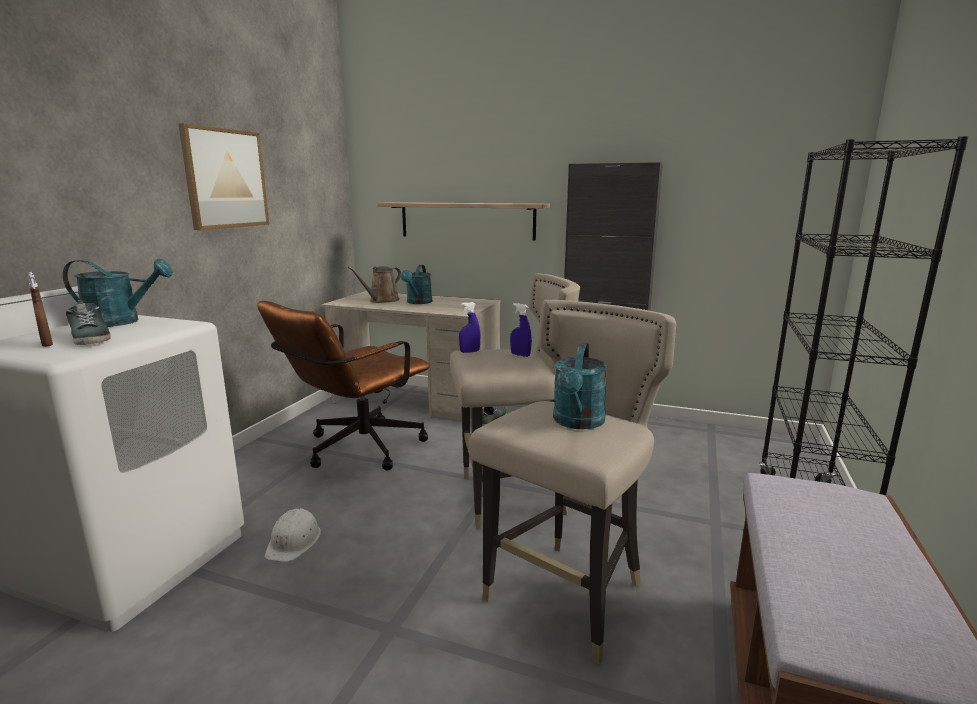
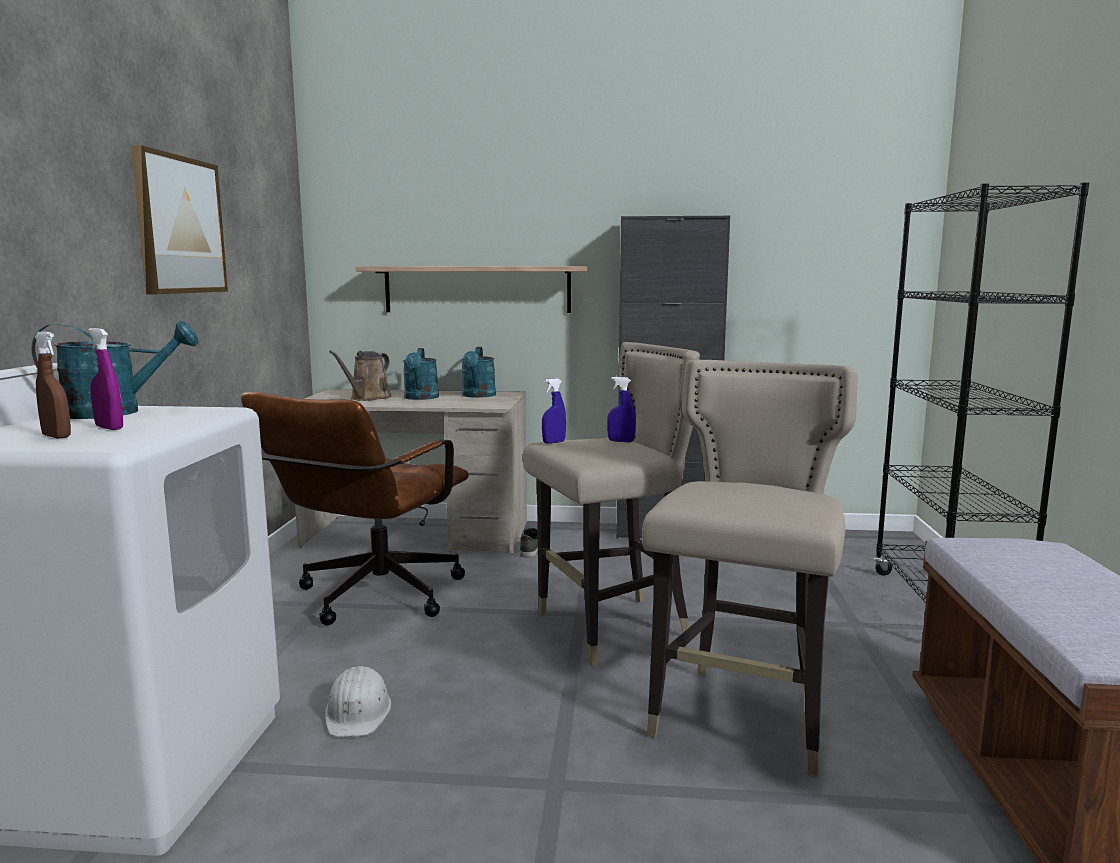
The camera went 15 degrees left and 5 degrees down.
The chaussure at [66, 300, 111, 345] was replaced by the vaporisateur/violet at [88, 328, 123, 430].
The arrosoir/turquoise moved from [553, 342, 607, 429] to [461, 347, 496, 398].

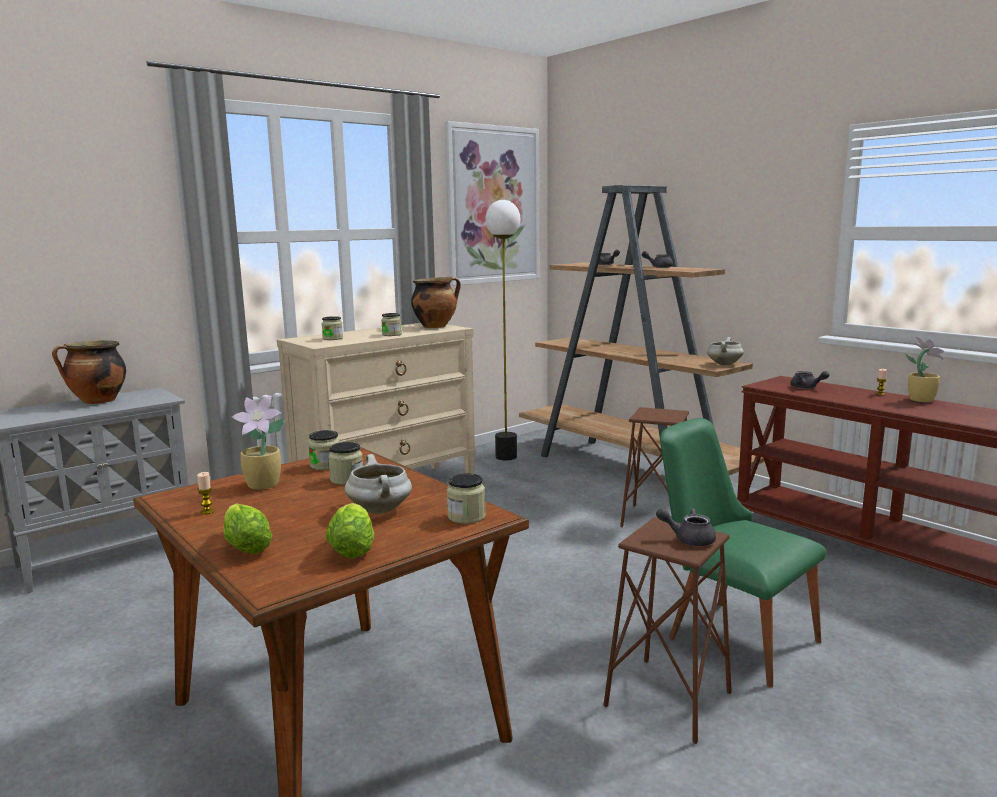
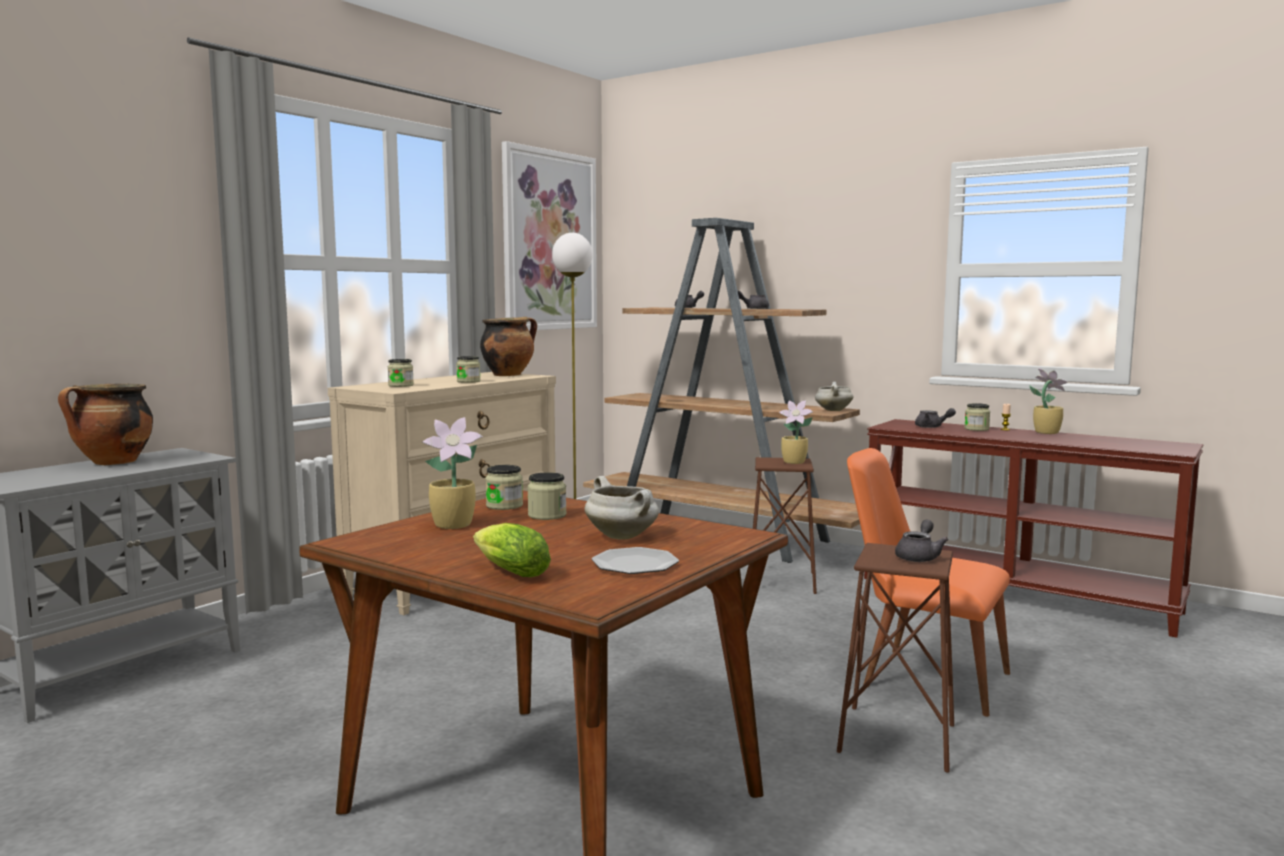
The camera went 15 degrees left and 5 degrees down.
The chaise/vert at [660, 418, 826, 688] became the chaise/orange at [847, 448, 1010, 717].
The bougie at [197, 472, 215, 515] disappeared.
The bocal moved from [447, 473, 486, 524] to [964, 403, 990, 431].
The laitue at [326, 503, 374, 559] was replaced by the assiette at [592, 547, 679, 574].
The théière/gris at [656, 508, 716, 546] turned 120 degrees clockwise.
The plante en pot at [779, 400, 813, 464] appeared.

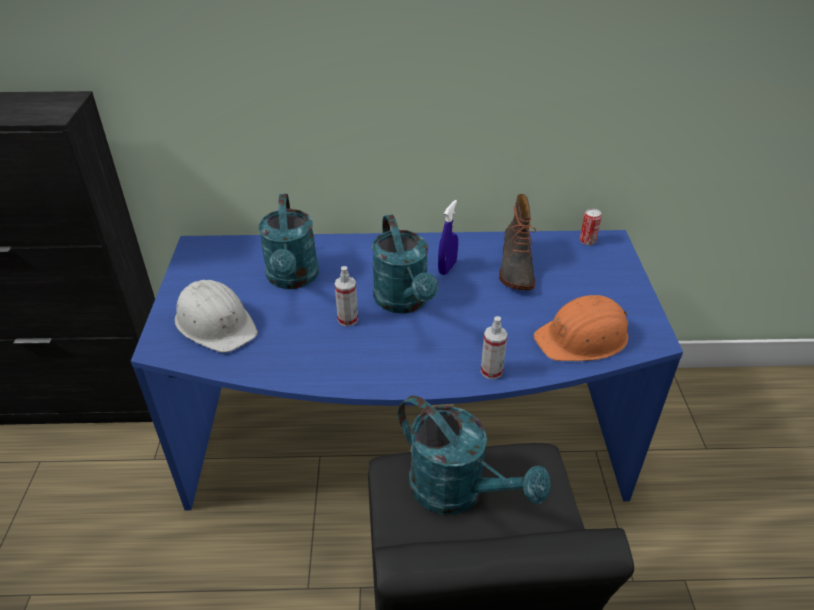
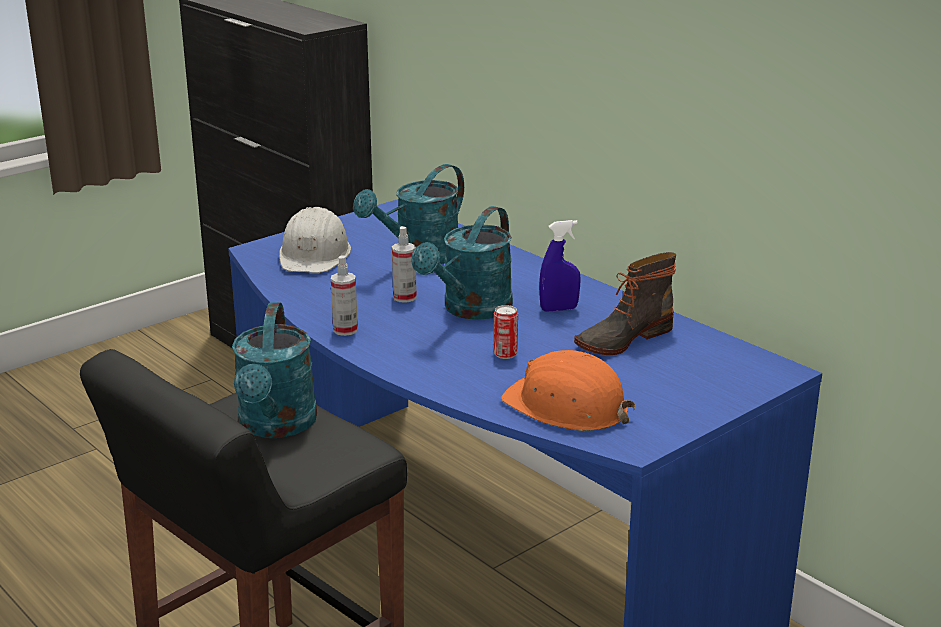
The camera went 50 degrees right and 15 degrees down.
The boîte métallique moved from [580, 208, 602, 245] to [493, 305, 518, 359].
The vaporisateur moved from [481, 316, 508, 379] to [331, 255, 358, 336].

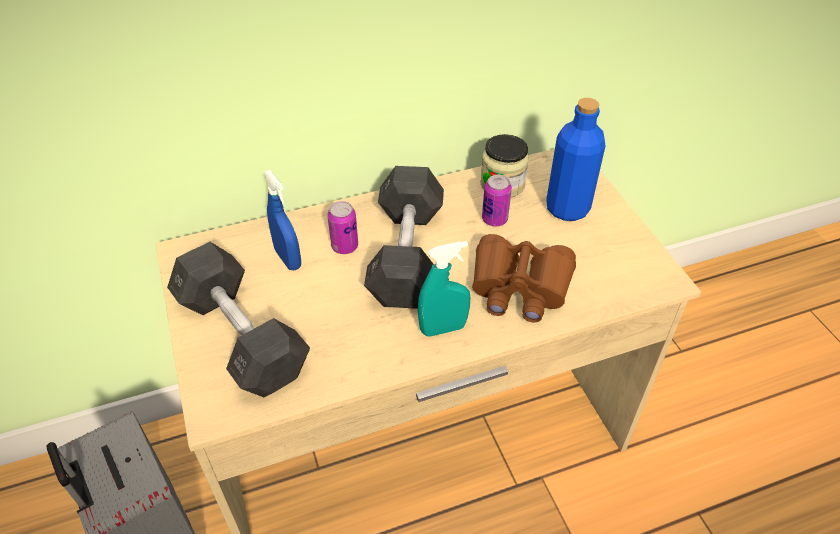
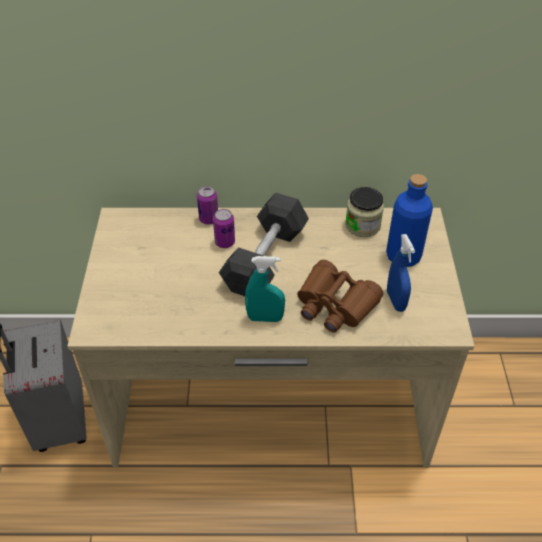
The camera went 20 degrees right and 0 degrees up.
The vaporisateur/bleu moved from [264, 170, 301, 270] to [387, 234, 415, 312].
The boîte métallique moved from [482, 175, 512, 227] to [197, 186, 218, 225].
The haltère/gris at [167, 242, 310, 397] disappeared.

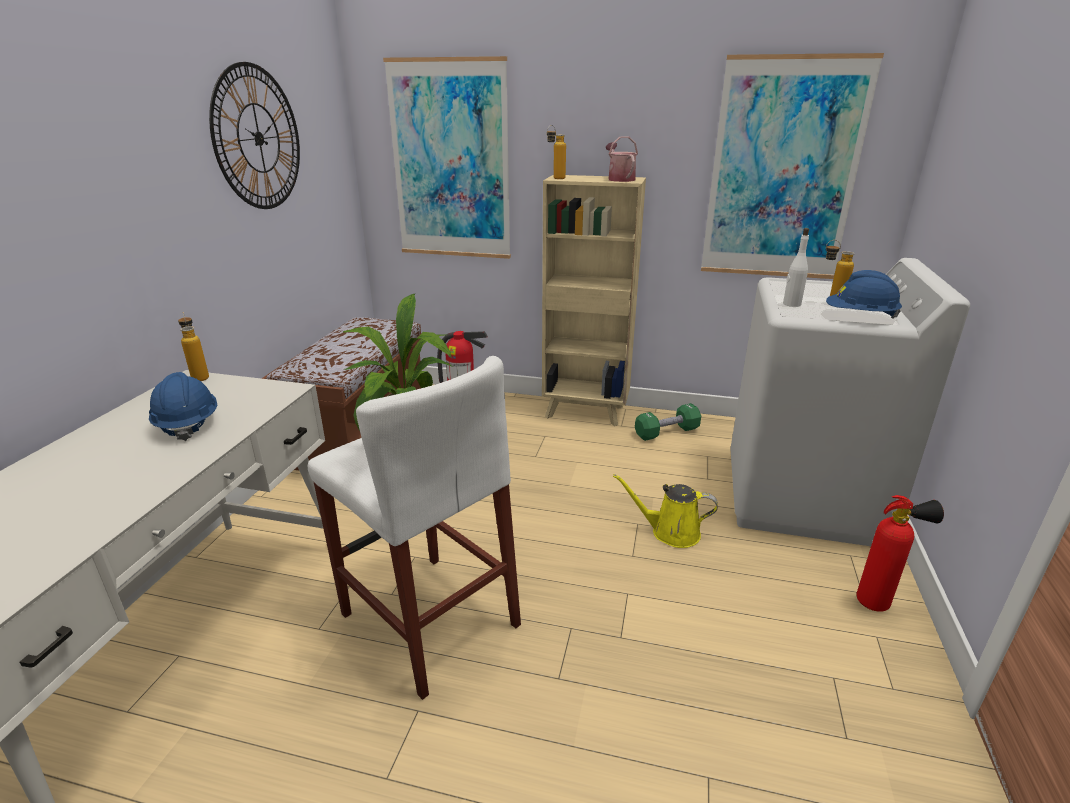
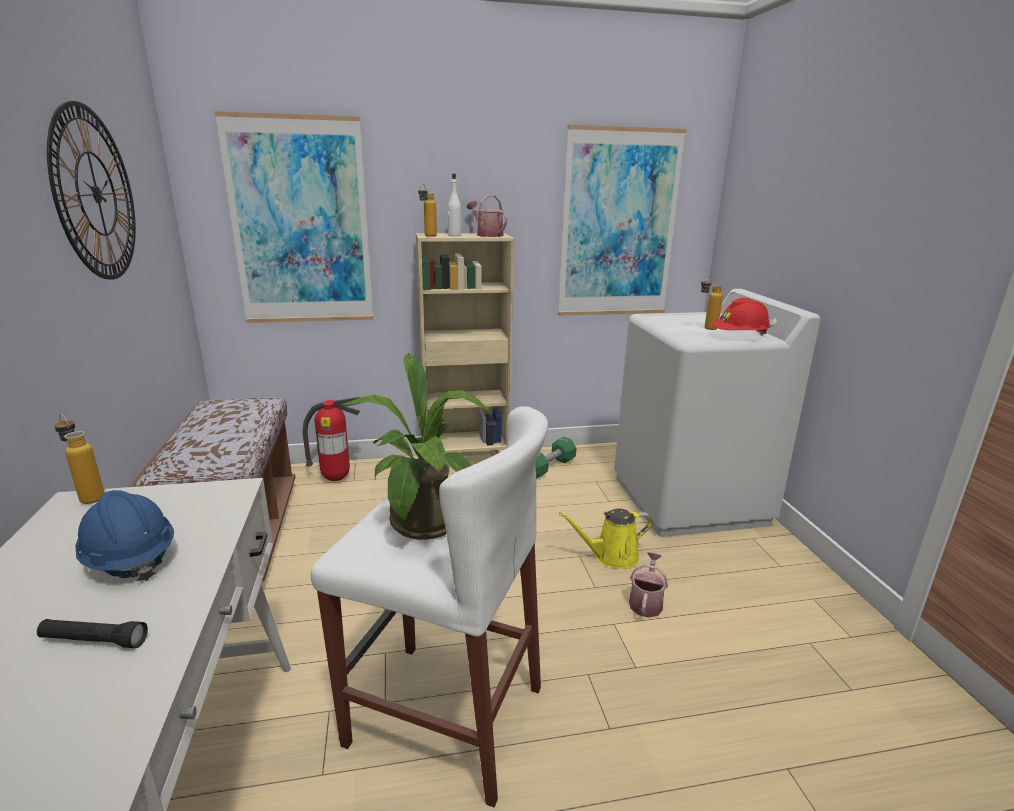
The camera went 25 degrees left and 5 degrees down.
The bouteille/blanc moved from [783, 228, 809, 307] to [447, 174, 461, 236].
The casque de chantier/bleu at [826, 270, 902, 319] became the casque de chantier/rouge at [712, 298, 771, 336].
The extincteur at [857, 495, 944, 612] disappeared.
The arrosoir at [629, 552, 668, 618] appeared.
The lampe de poche/noir at [37, 619, 148, 648] appeared.

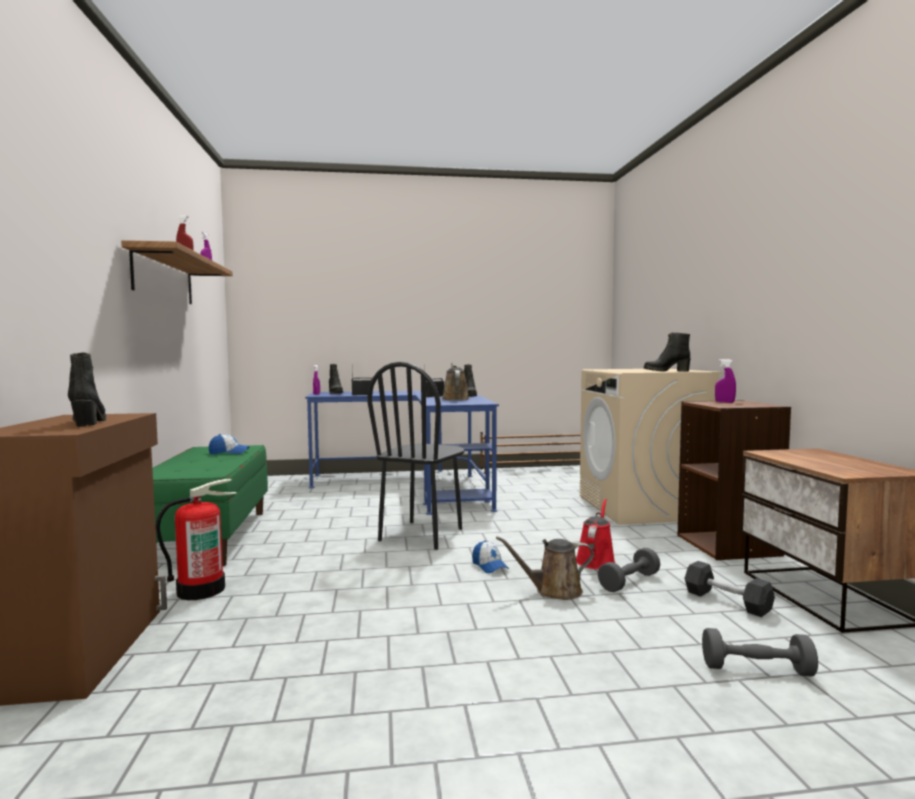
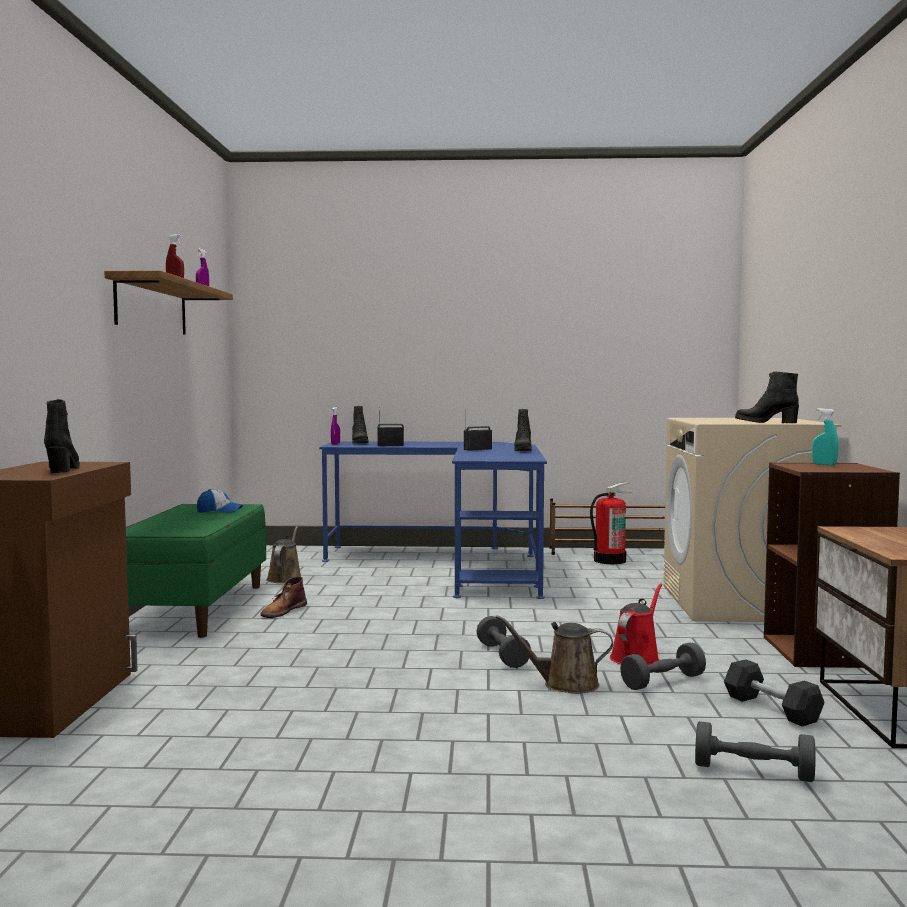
The camera went 10 degrees right and 0 degrees up.
The vaporisateur/violet at [715, 359, 736, 403] became the vaporisateur/turquoise at [812, 408, 838, 466].
The chaise/noir at [367, 362, 464, 550] disappeared.
The arrosoir/marron moved from [442, 363, 469, 400] to [266, 526, 301, 583].
The extincteur moved from [156, 479, 237, 600] to [590, 482, 630, 564].
The casquette at [472, 540, 509, 573] was replaced by the haltère/gris at [476, 616, 531, 668].
The botte/marron at [260, 576, 307, 618] appeared.

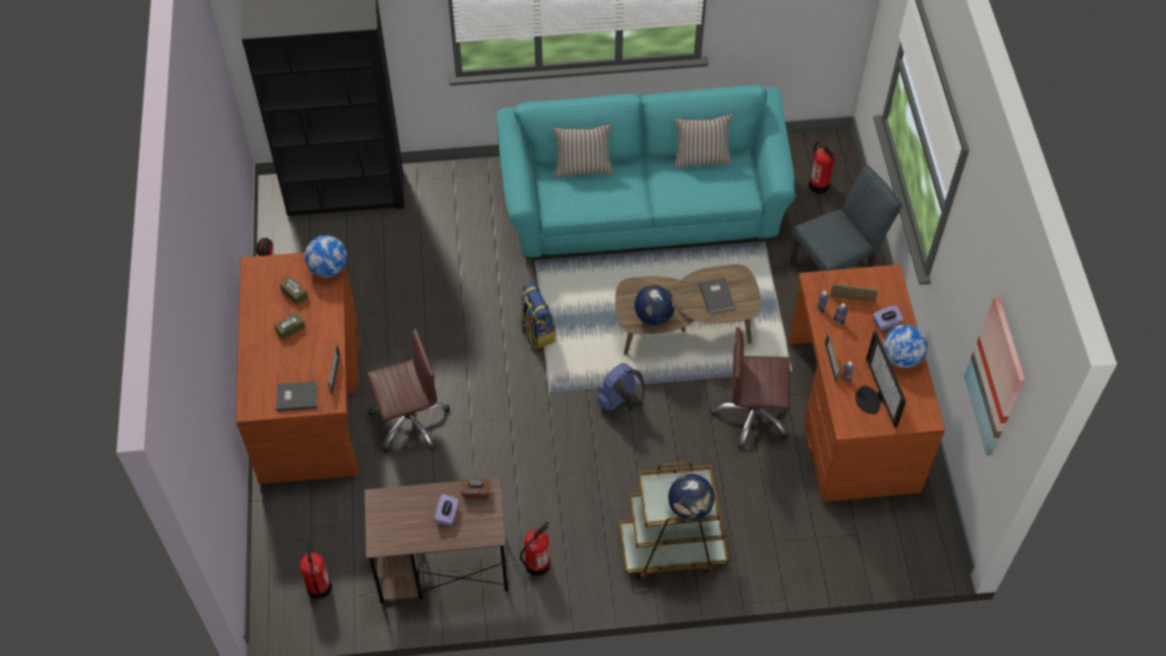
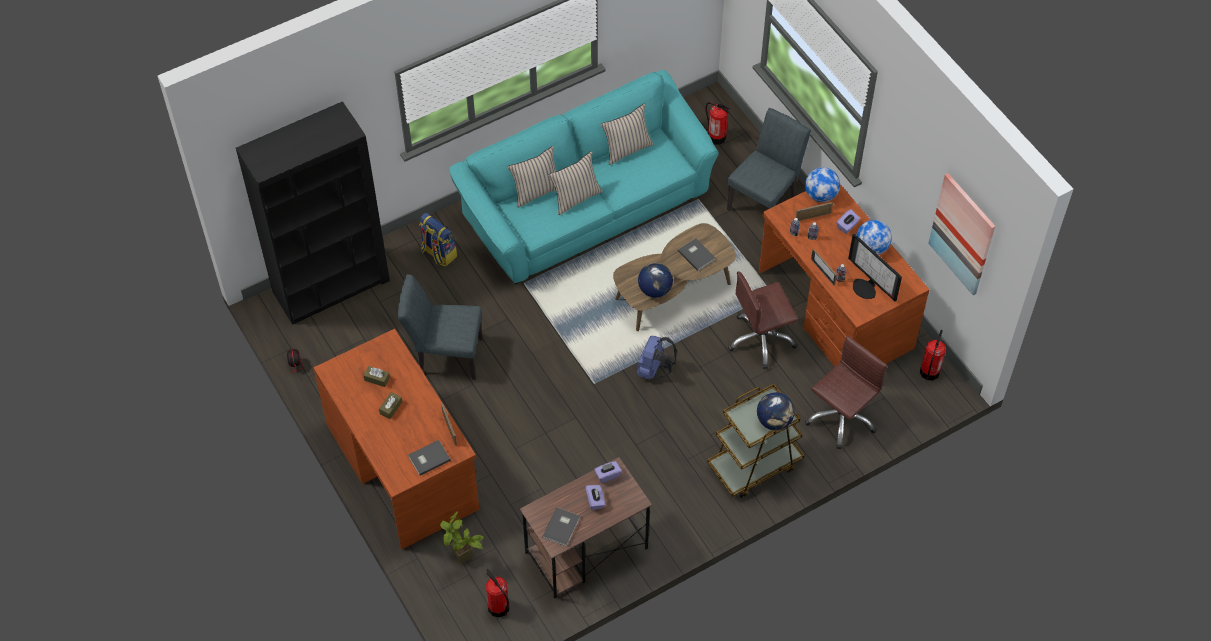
The camera went 25 degrees left and 0 degrees up.
The globe moved from [305, 235, 347, 277] to [805, 167, 840, 202].
The sac à dos moved from [519, 282, 556, 349] to [419, 213, 457, 267].
The chaise de bureau/marron moved from [366, 329, 450, 453] to [805, 336, 887, 449].
The boîte à mouchoirs/marron at [461, 479, 491, 500] became the boîte à mouchoirs/violet at [594, 461, 622, 483].
The extincteur moved from [520, 521, 550, 576] to [920, 330, 946, 380].
The coussin/beige at [548, 151, 603, 215] appeared.
The chaise/gris at [398, 275, 483, 380] appeared.
The livre/gris at [542, 507, 580, 547] appeared.
The plante en pot at [440, 511, 484, 564] appeared.

